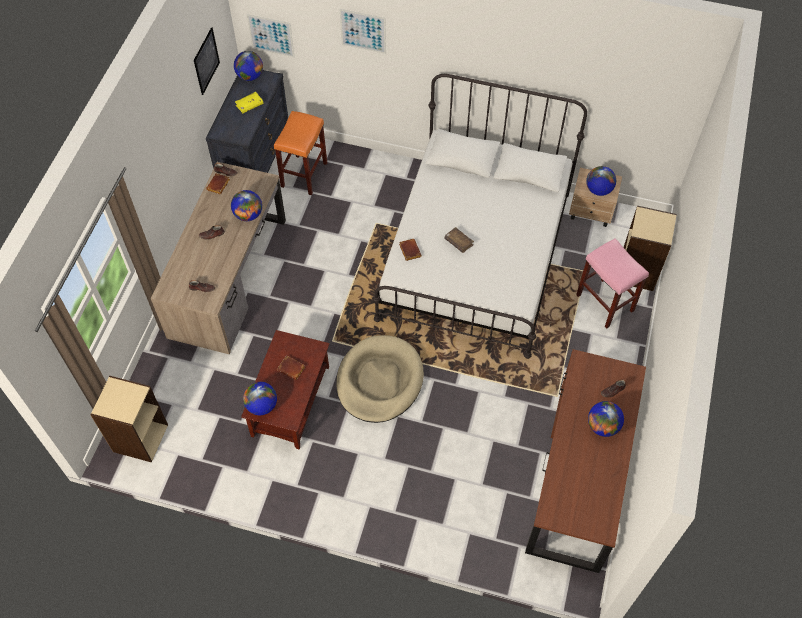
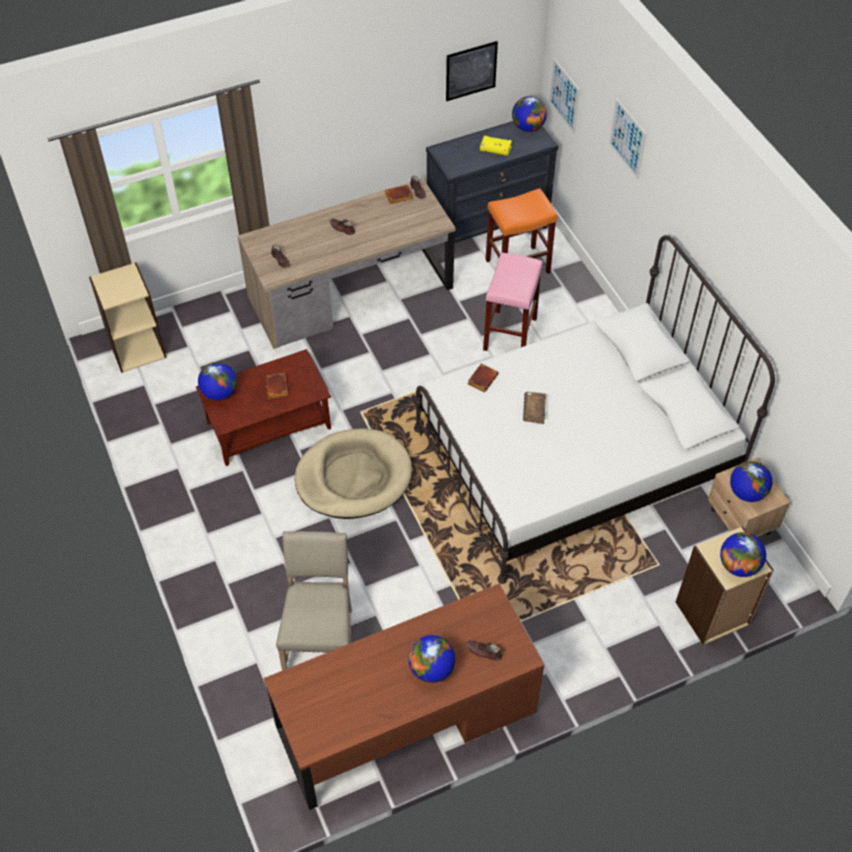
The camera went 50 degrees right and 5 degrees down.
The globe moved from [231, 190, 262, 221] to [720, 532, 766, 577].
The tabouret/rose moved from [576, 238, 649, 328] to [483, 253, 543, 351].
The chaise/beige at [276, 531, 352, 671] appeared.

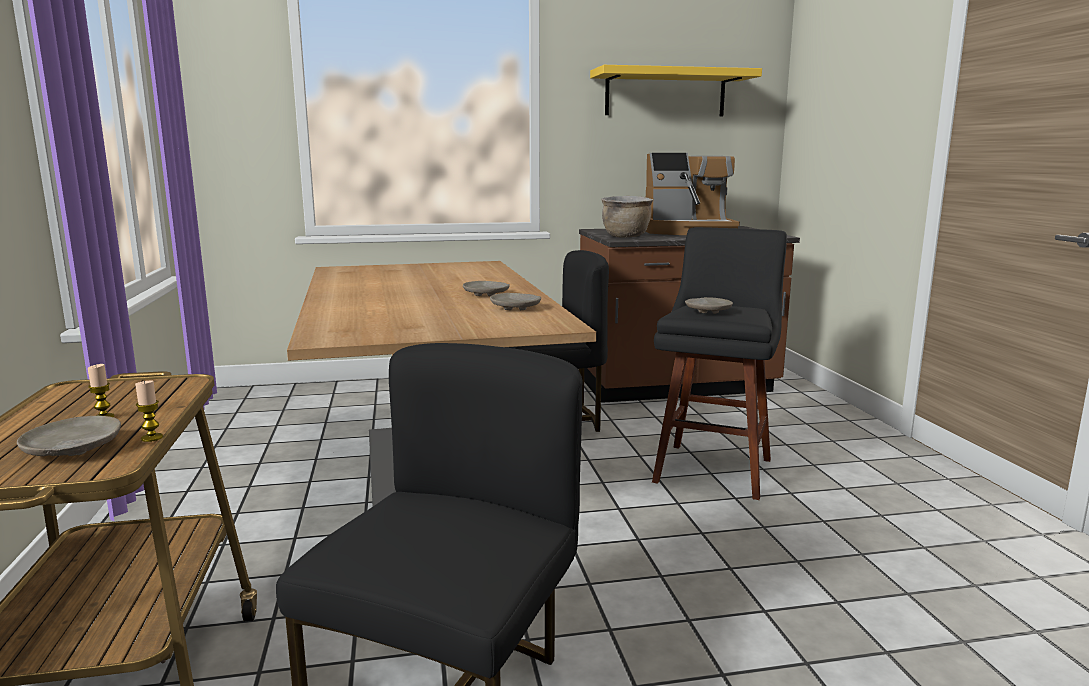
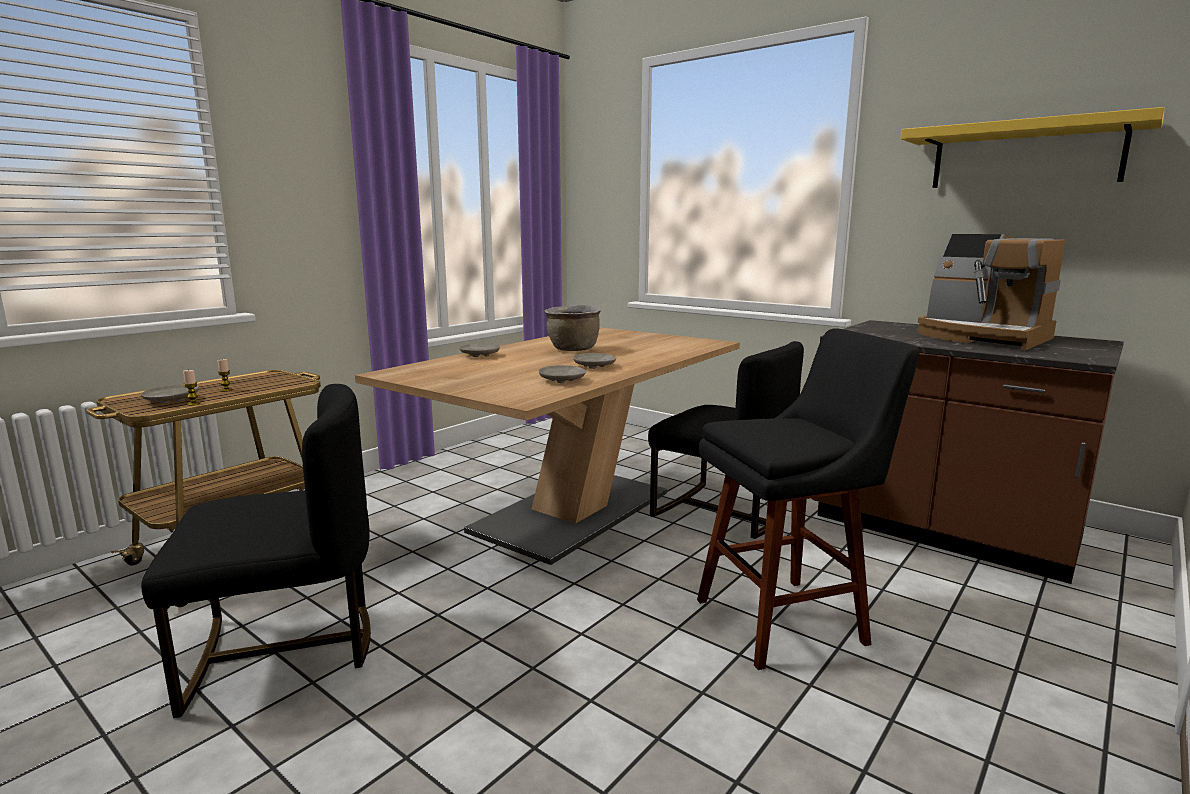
The camera went 50 degrees right and 0 degrees up.
The marmite/marron moved from [601, 196, 653, 238] to [544, 305, 601, 351].
The assiette/beige moved from [685, 297, 733, 314] to [459, 344, 500, 357].

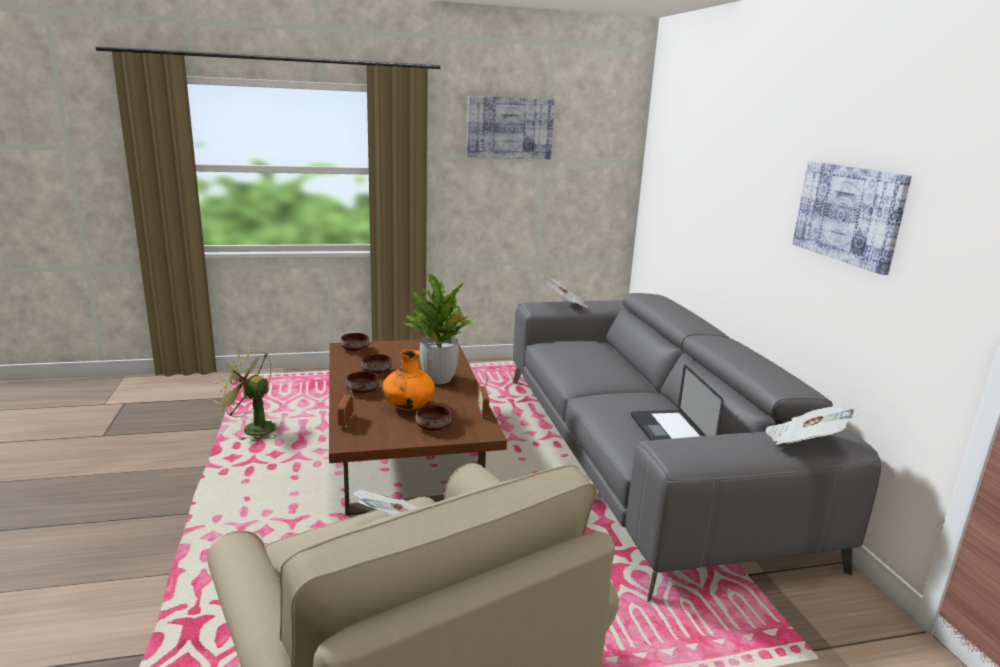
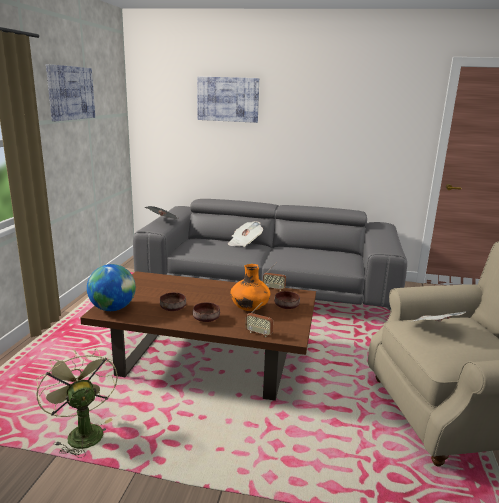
The camera went 65 degrees left and 0 degrees up.
The tableau moved from [792, 161, 912, 275] to [197, 76, 259, 123].
The plante en pot at [404, 274, 477, 384] disappeared.
The bol/marron at [341, 333, 369, 351] was replaced by the globe at [87, 264, 136, 311].
The ventilateur/vert at [214, 348, 277, 442] turned 105 degrees clockwise.
The ordinateur portable at [631, 364, 724, 440] disappeared.
The journal moved from [765, 405, 858, 445] to [228, 221, 263, 247].

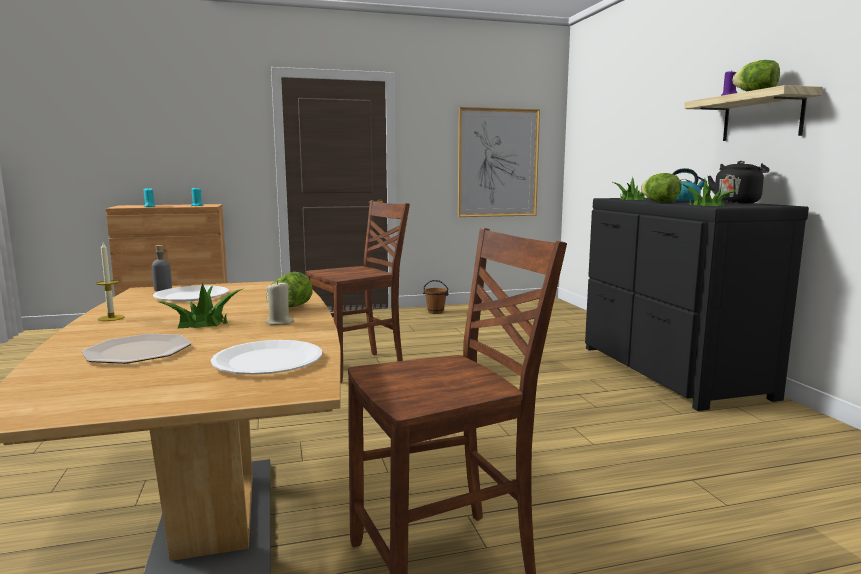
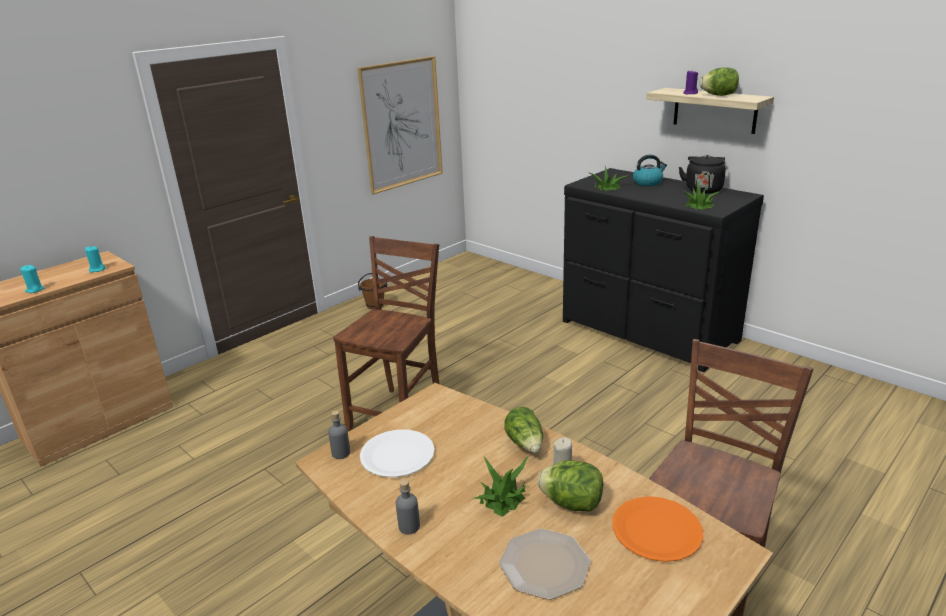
The camera went 30 degrees left and 15 degrees up.
The laitue moved from [641, 173, 682, 202] to [538, 460, 603, 511].
The bougie at [96, 242, 125, 321] was replaced by the bouteille/gris at [396, 479, 420, 535].
The assiette/blanc at [211, 340, 322, 375] became the assiette/orange at [612, 496, 704, 562].

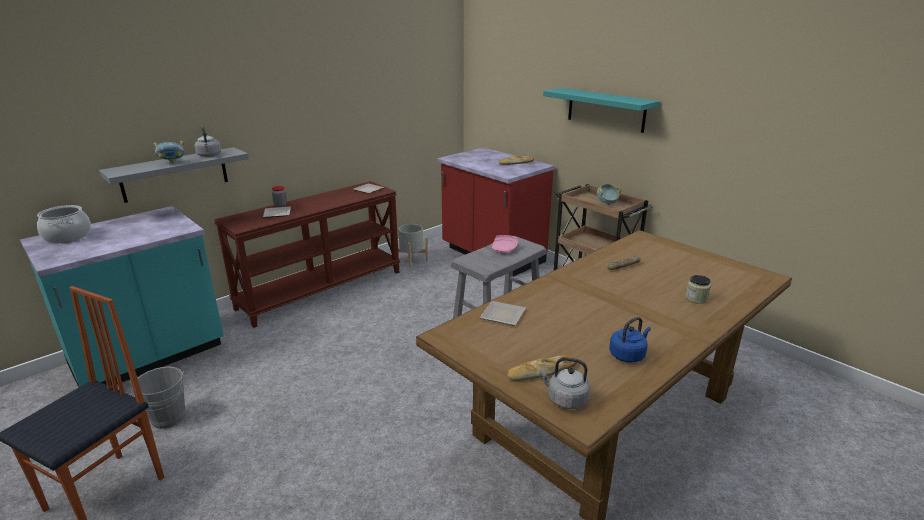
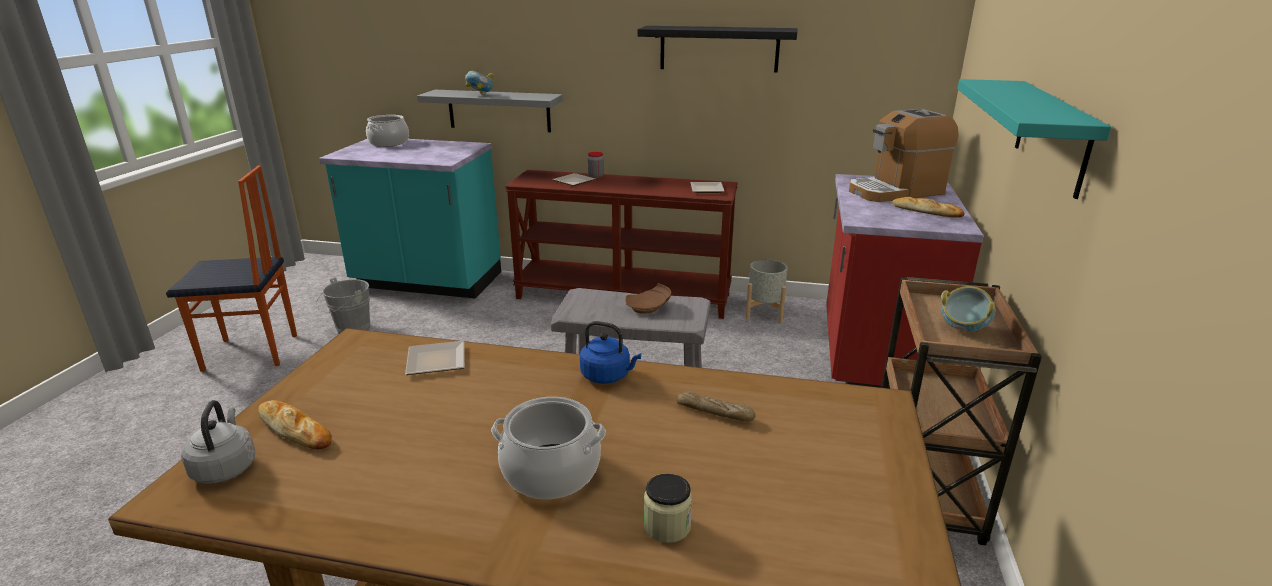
The camera went 55 degrees right and 0 degrees up.
The bouilloire/gris at [194, 126, 221, 157] disappeared.
The assiette/rose at [492, 235, 518, 254] became the assiette/marron at [625, 283, 671, 314].
The bouilloire/bleu moved from [609, 317, 651, 363] to [580, 321, 641, 384].
The étagère/noir at [638, 26, 798, 73] appeared.
The machine à café at [849, 109, 958, 202] appeared.
The marmite at [491, 397, 606, 499] appeared.

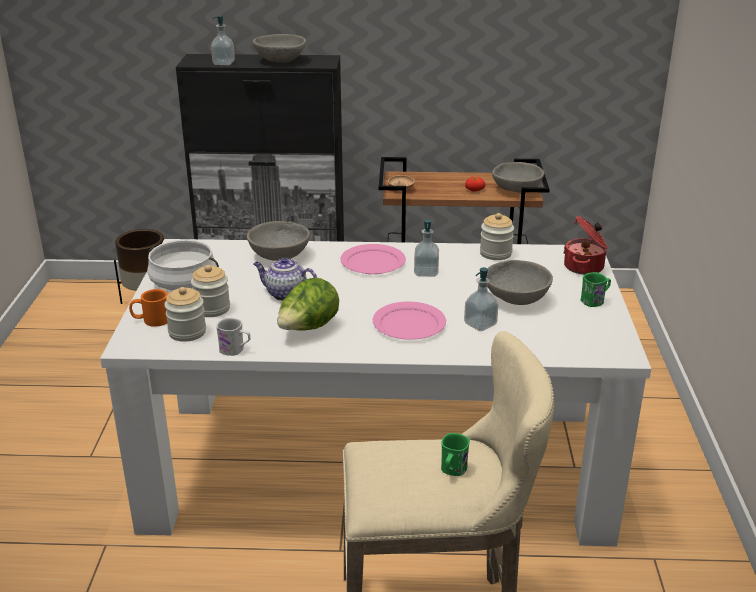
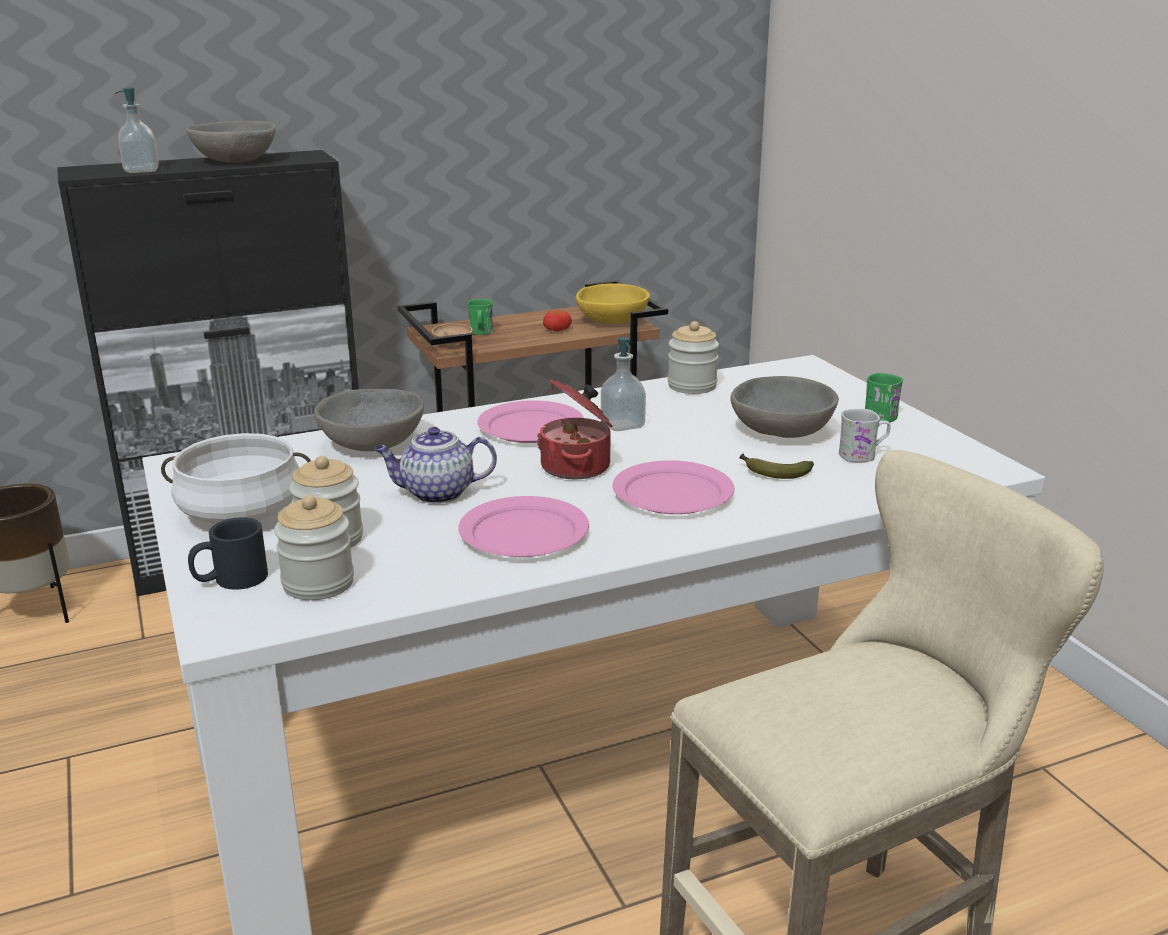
The camera went 25 degrees left and 5 degrees down.
The bol/gris at [492, 162, 544, 192] became the bol/jaune at [576, 283, 650, 324].
The marmite moved from [563, 216, 607, 275] to [537, 379, 613, 479].
The distributeur de savon at [464, 267, 498, 331] was replaced by the banane at [739, 453, 814, 479].
The laitue at [277, 278, 339, 331] was replaced by the assiette/rose at [458, 496, 589, 557].
The mug/orange at [129, 289, 168, 327] became the mug/noir at [188, 517, 268, 590].
The mug/blanc moved from [216, 318, 250, 356] to [839, 409, 891, 462].
The mug/vert moved from [441, 433, 470, 476] to [468, 299, 493, 335].

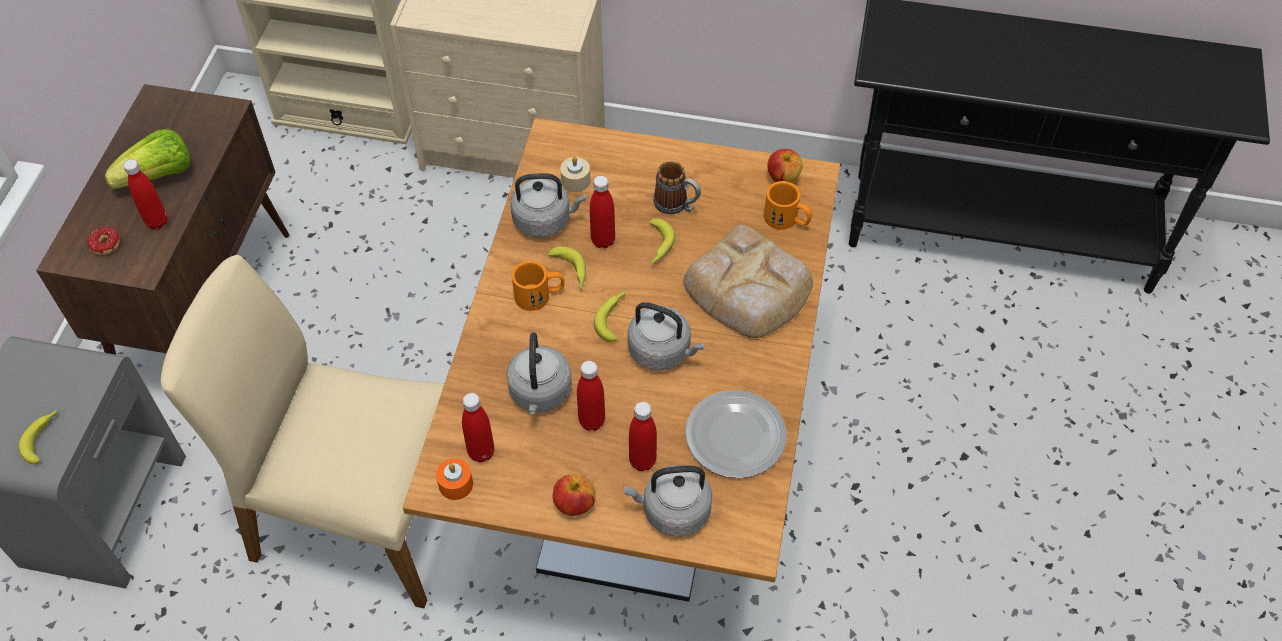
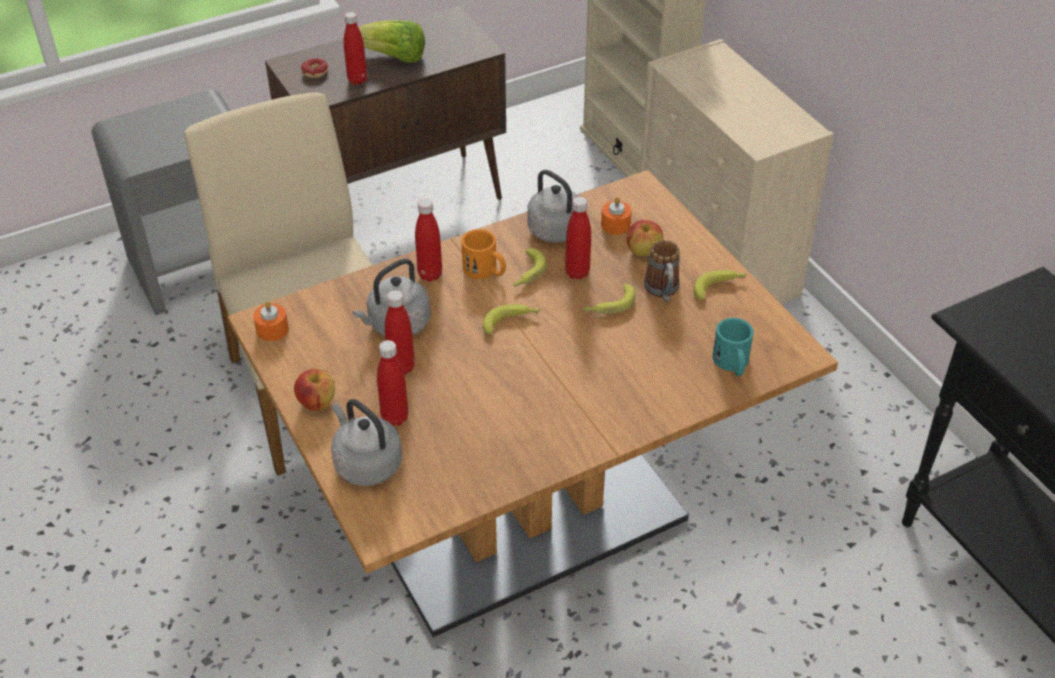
The camera went 50 degrees right and 10 degrees down.
The pomme moved from [767, 149, 803, 183] to [627, 220, 663, 256].
The bougie/beige at [560, 157, 591, 192] became the bougie/orange at [601, 197, 632, 235].
The mug/orange at [764, 181, 812, 230] became the mug/turquoise at [712, 318, 754, 376].
The pain at [683, 224, 813, 338] disappeared.
The bouilloire/gris at [628, 302, 705, 370] disappeared.
The assiette at [685, 390, 787, 478] disappeared.
The bouteille/rouge moved from [462, 393, 494, 463] to [415, 199, 442, 281].
The banane moved from [19, 409, 58, 464] to [693, 270, 747, 300].

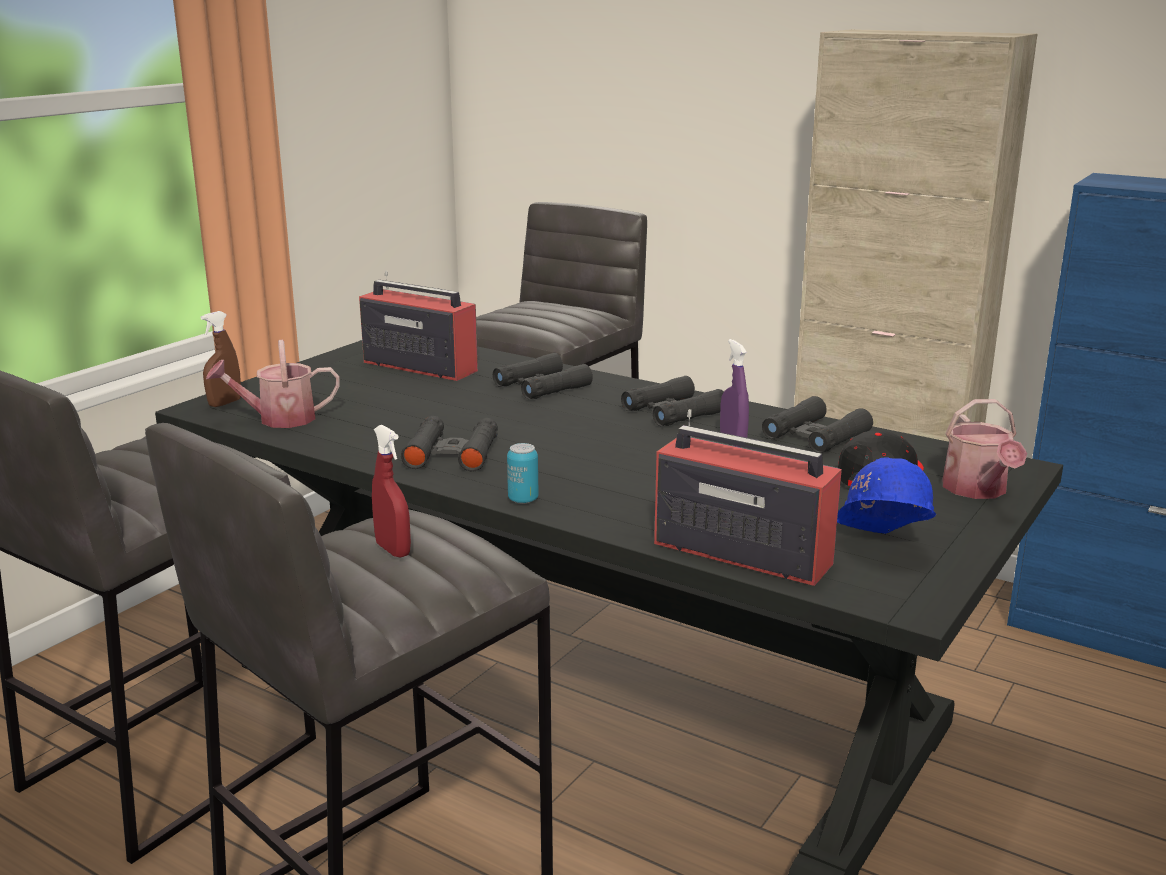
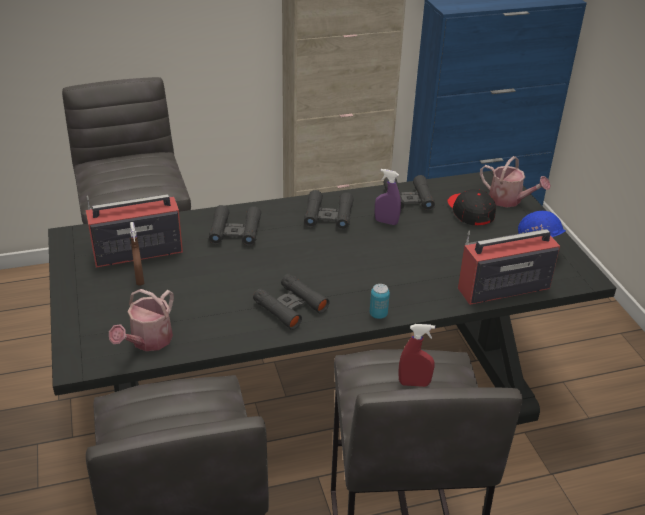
The camera went 50 degrees left and 15 degrees up.
The vaporisateur/marron moved from [200, 311, 241, 407] to [130, 222, 144, 286].

